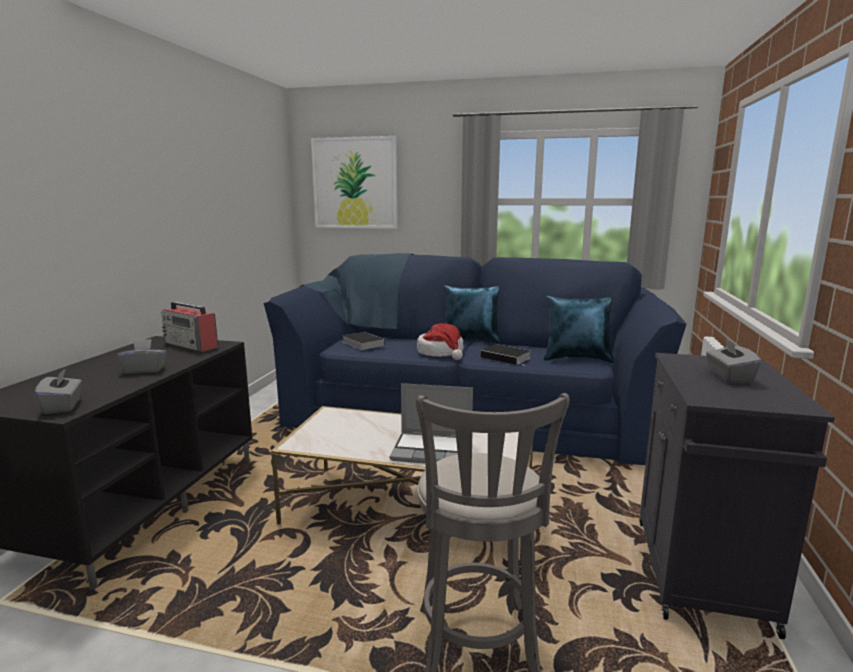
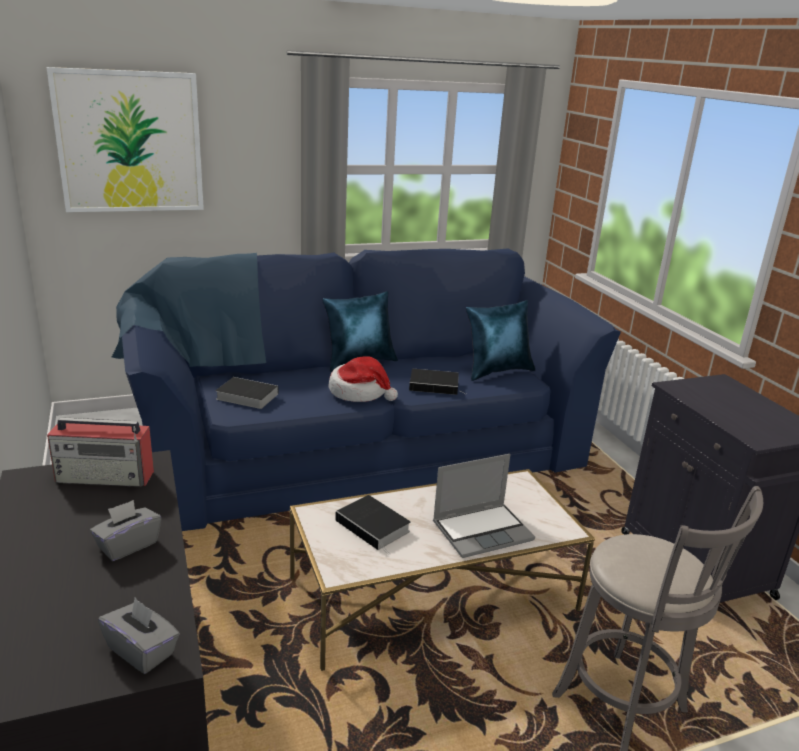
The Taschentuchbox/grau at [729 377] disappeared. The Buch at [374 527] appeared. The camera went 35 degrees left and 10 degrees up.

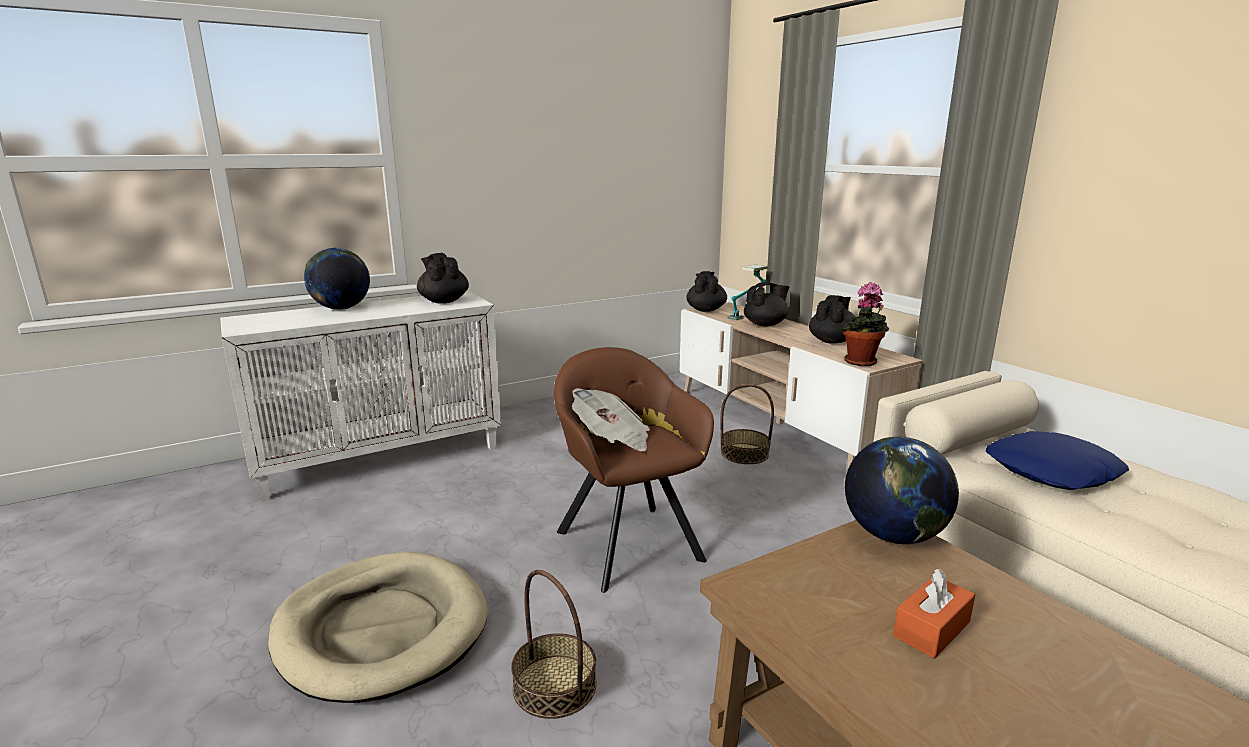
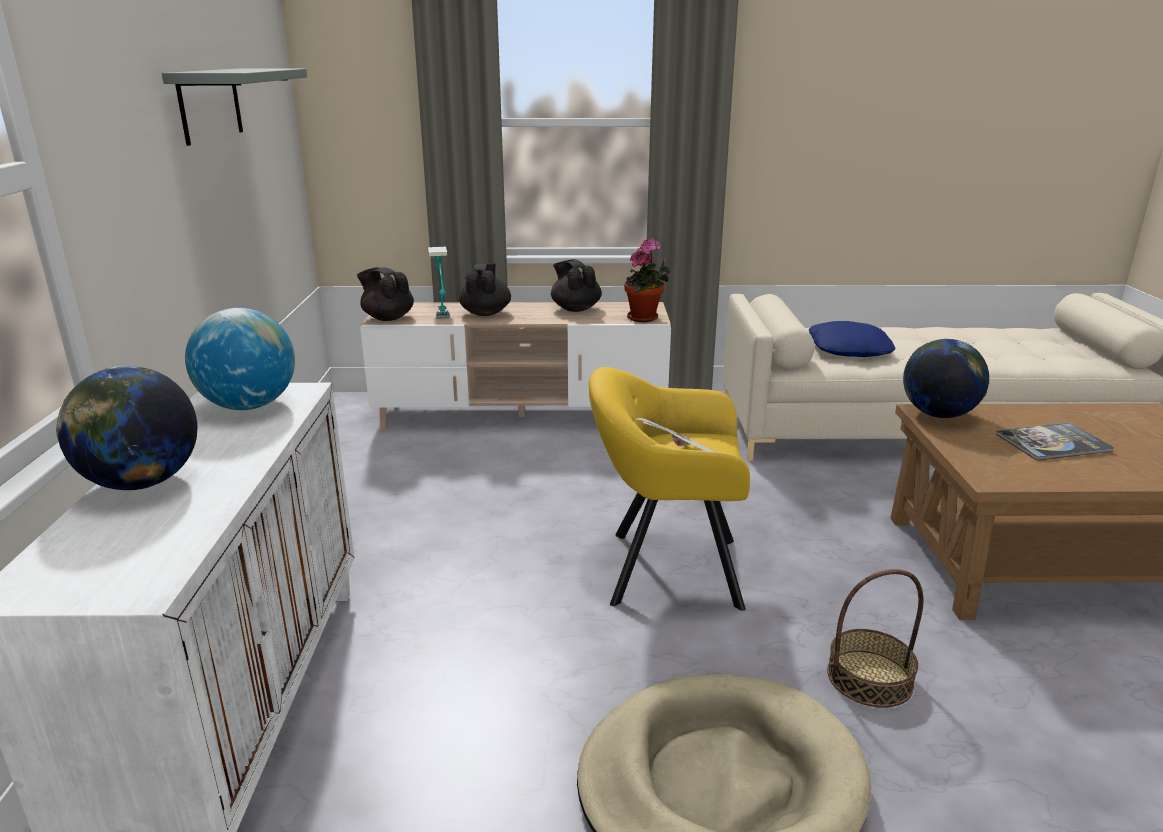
The Korb at [744 453] disappeared. The Wandregal/grau at [210 104] appeared. The Teekanne/schwarz at [443 301] was replaced by the Globus at [249 406]. The Taschentuchbox/orange at [931 629] was replaced by the Buch at [1053 443]. The Sessel/braun at [627 541] became the Sessel/gelb at [666 568]. The camera went 60 degrees left and 5 degrees up.

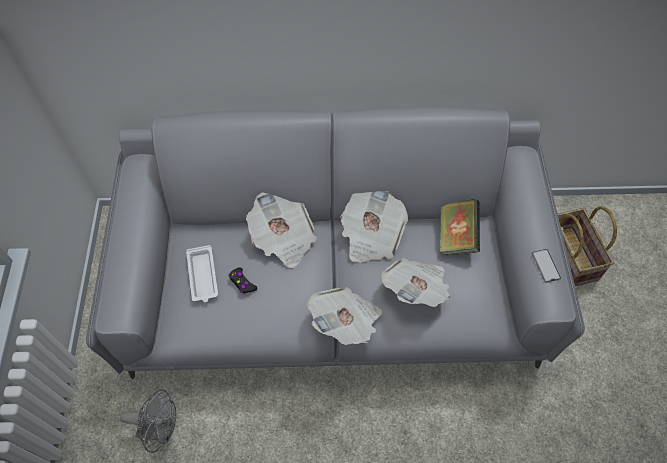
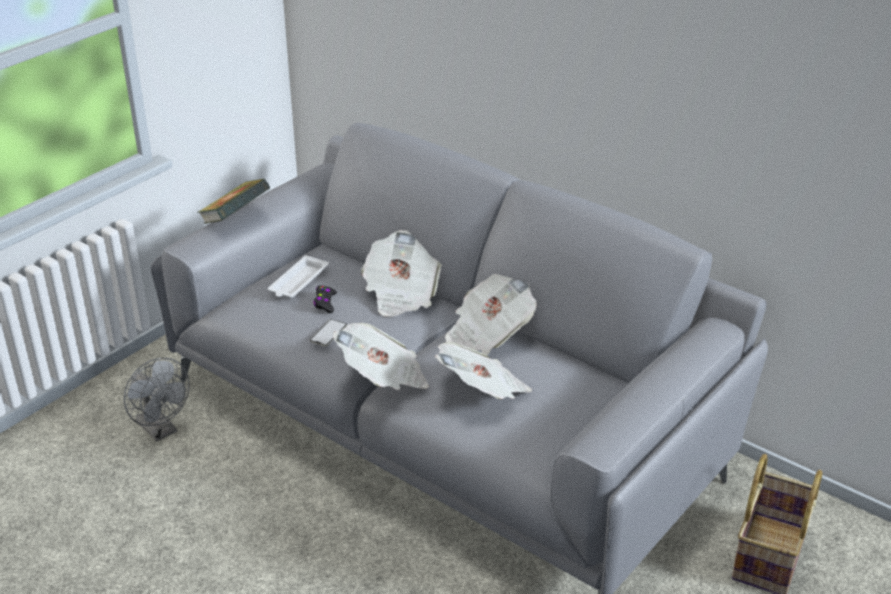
The Buch moved from [456 236] to [235 219]. The Handy moved from [545 265] to [328 333]. The camera went 40 degrees right and 25 degrees down.

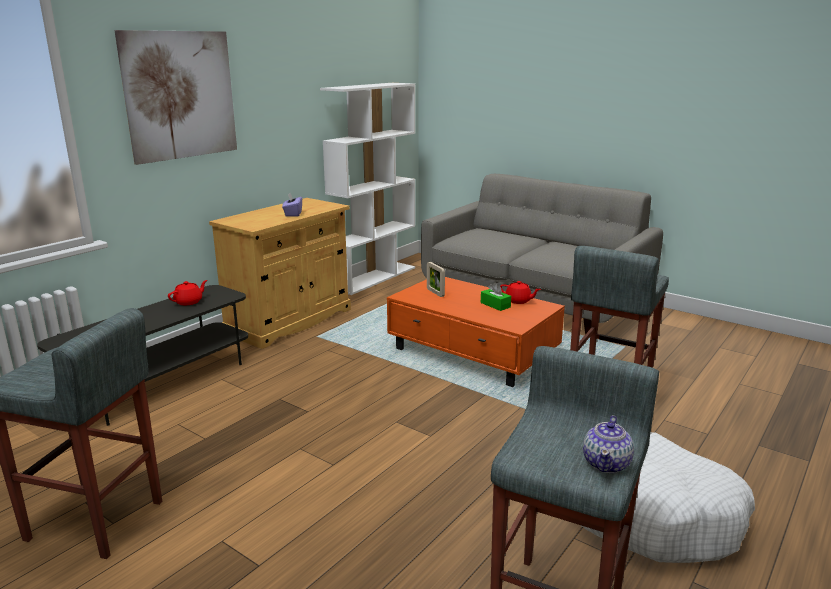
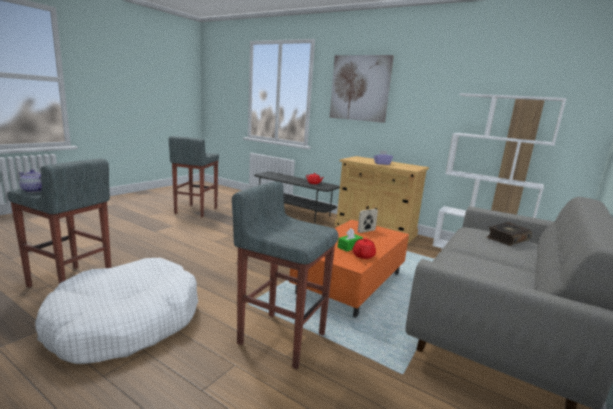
The Buch at [506 239] appeared. The camera went 85 degrees right and 5 degrees down.

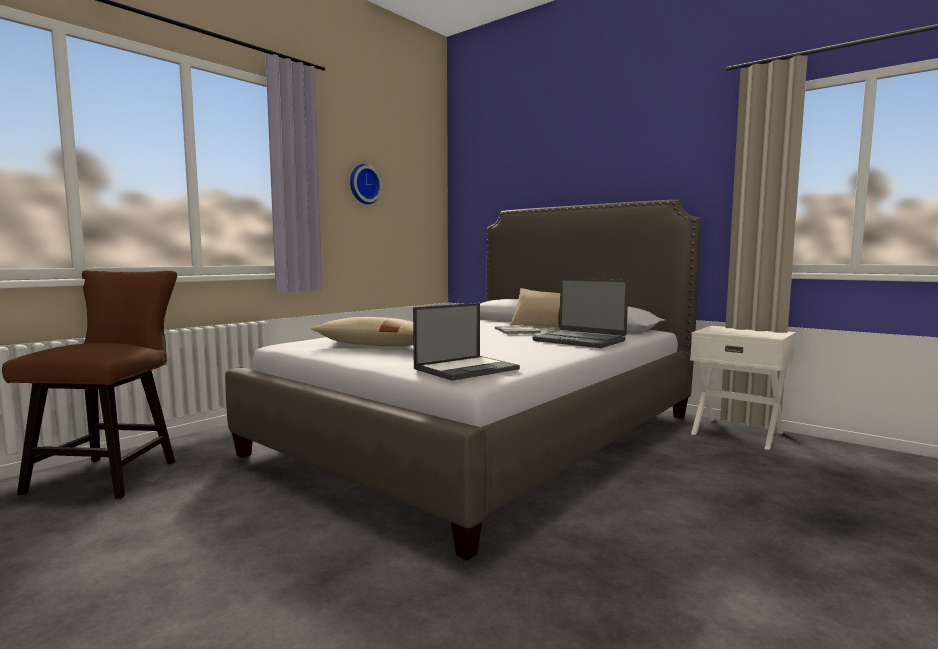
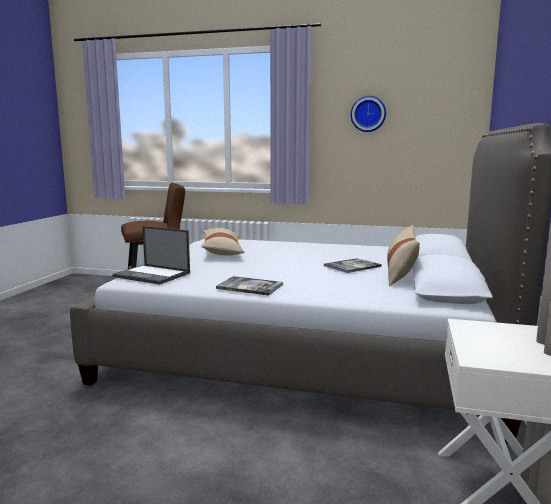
The Laptop at [579 341] disappeared. The Buch at [250 287] appeared. The camera went 65 degrees right and 5 degrees up.

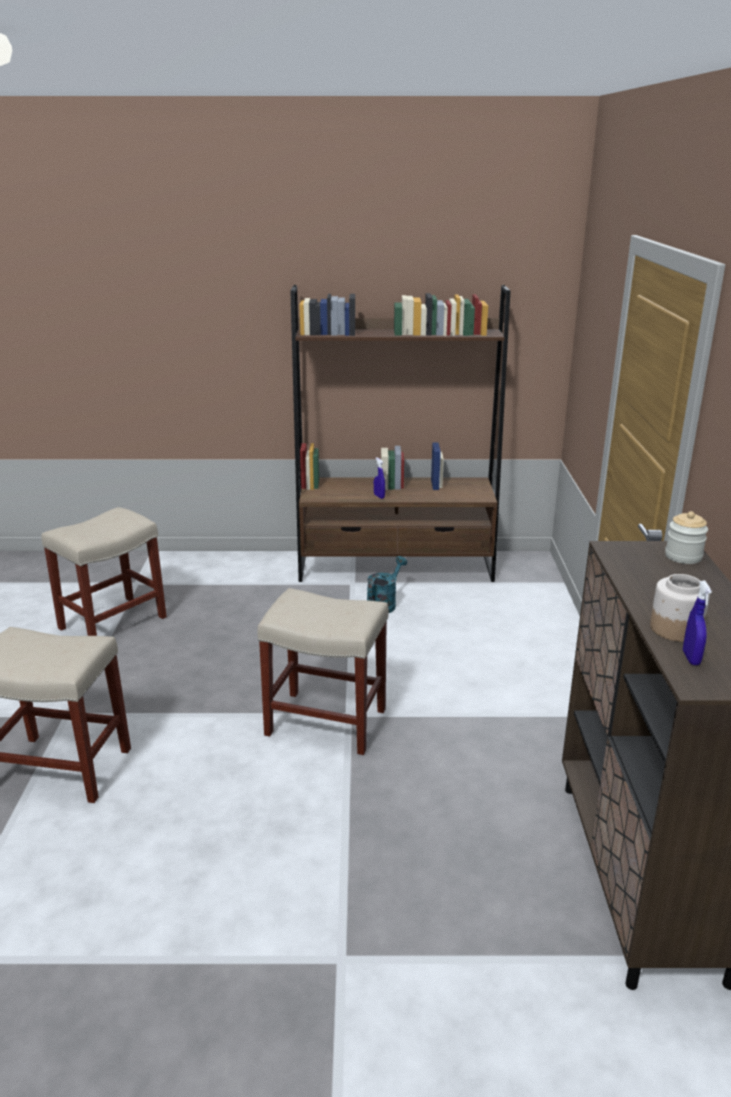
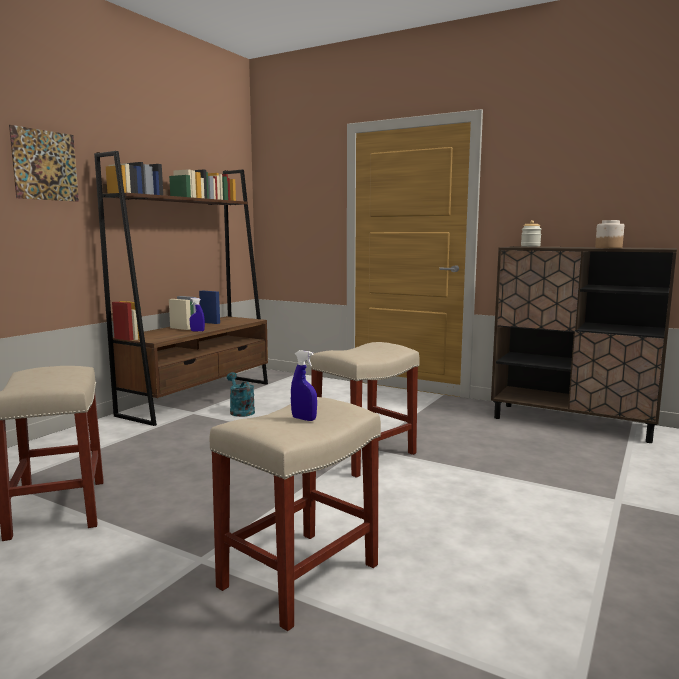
The Bild at [45 165] appeared. The Sprühflasche/blau moved from [691 658] to [304 419]. The camera went 60 degrees left and 15 degrees down.

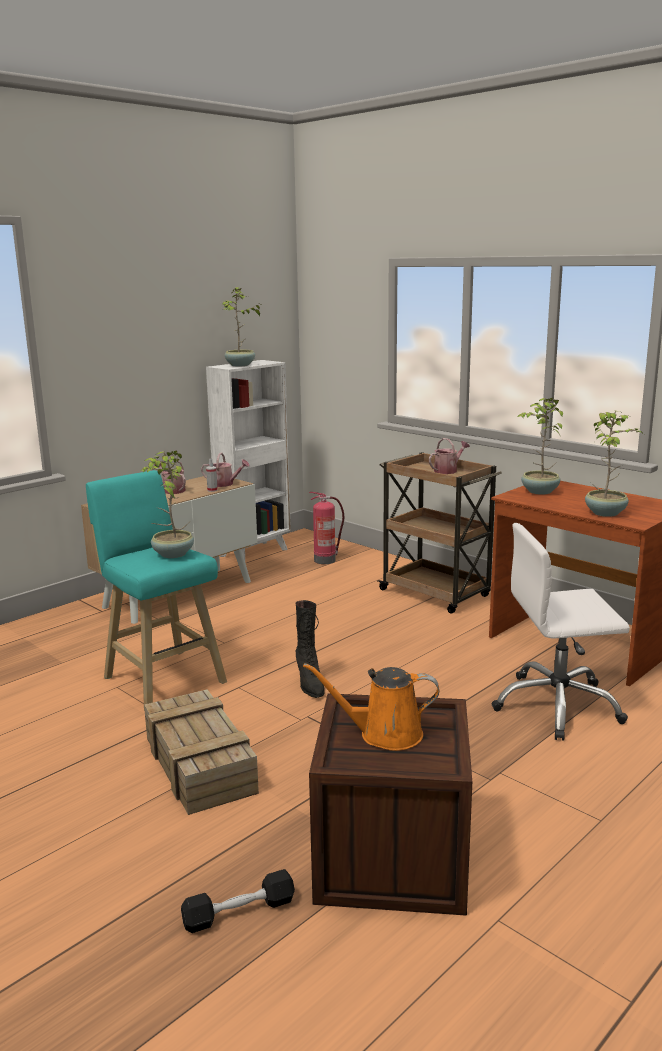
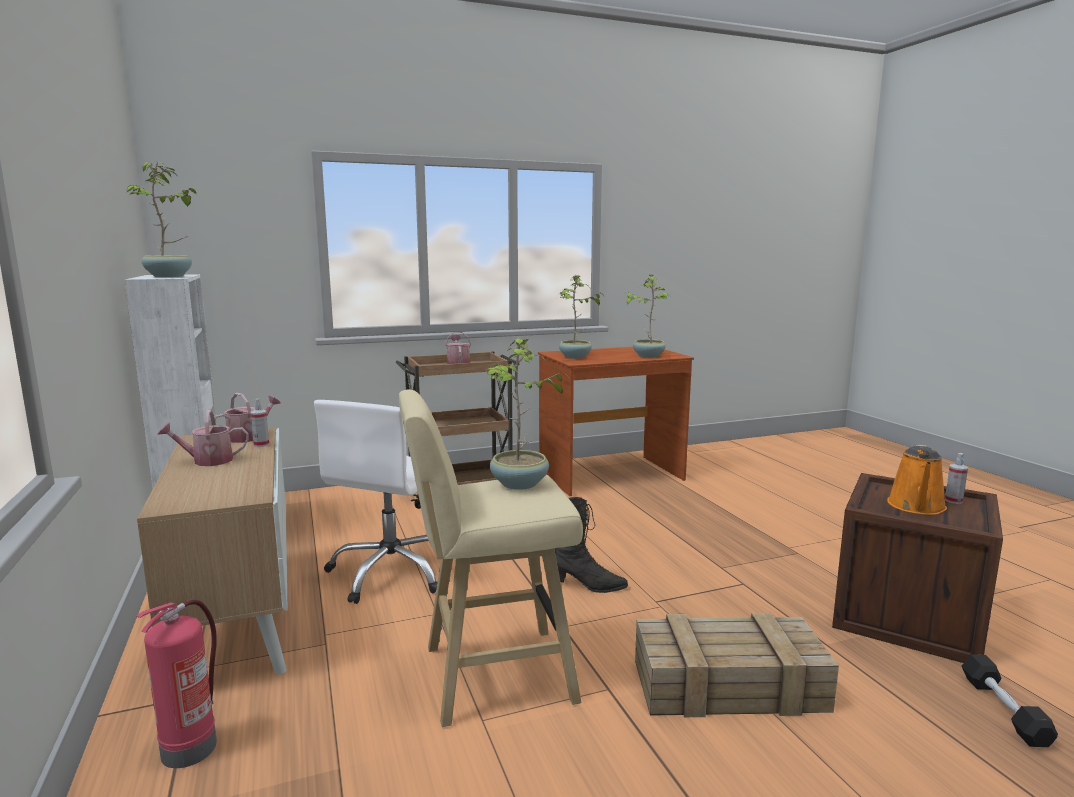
The Sprühflasche at [953 501] appeared. The Feuerlöscher moved from [326 560] to [190 747]. The Bürostuhl/weiß moved from [557 706] to [392 572]. The Hocker/türkis at [162 678] became the Hocker/beige at [490 675]. The camera went 65 degrees left and 5 degrees down.

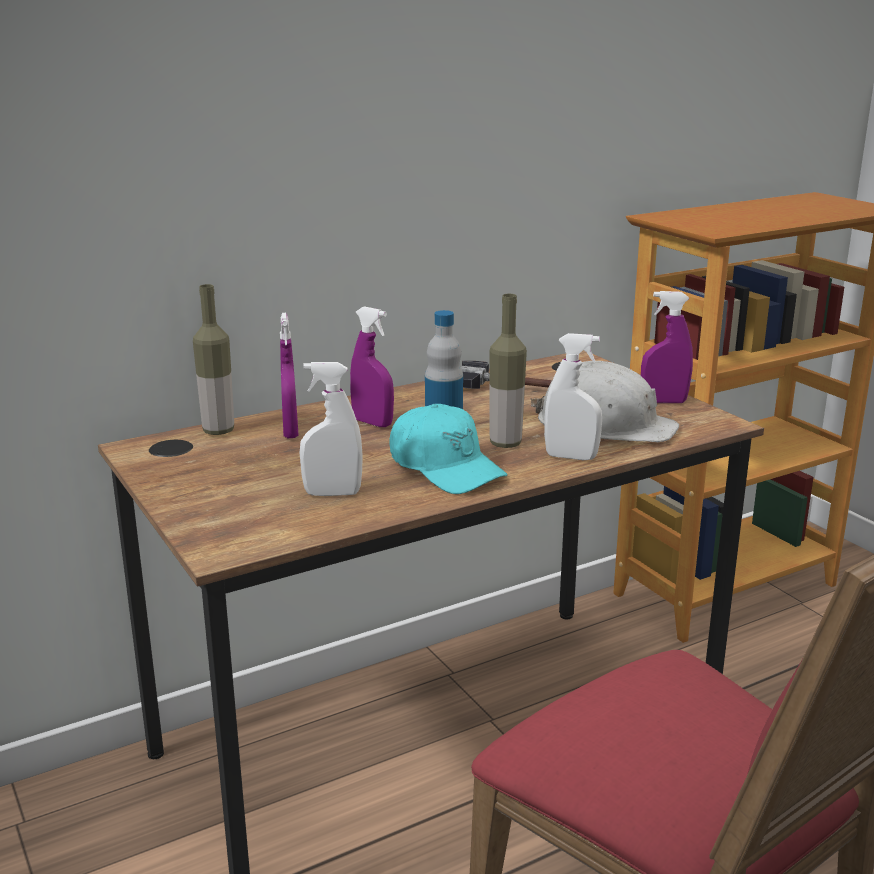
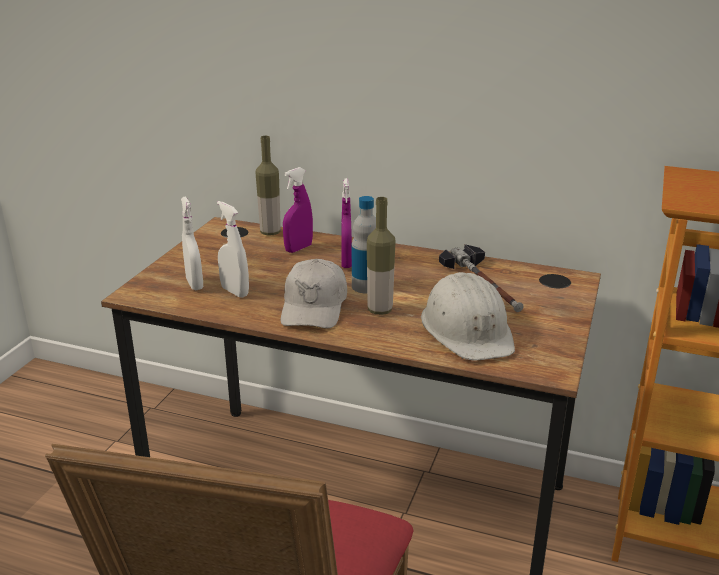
The Sprühflasche/lila at [663 401] disappeared. The Sprühflasche/weiß moved from [571 457] to [194 284]. The Kappe/türkis at [445 468] became the Kappe/weiß at [314 307]. The camera went 50 degrees right and 5 degrees up.

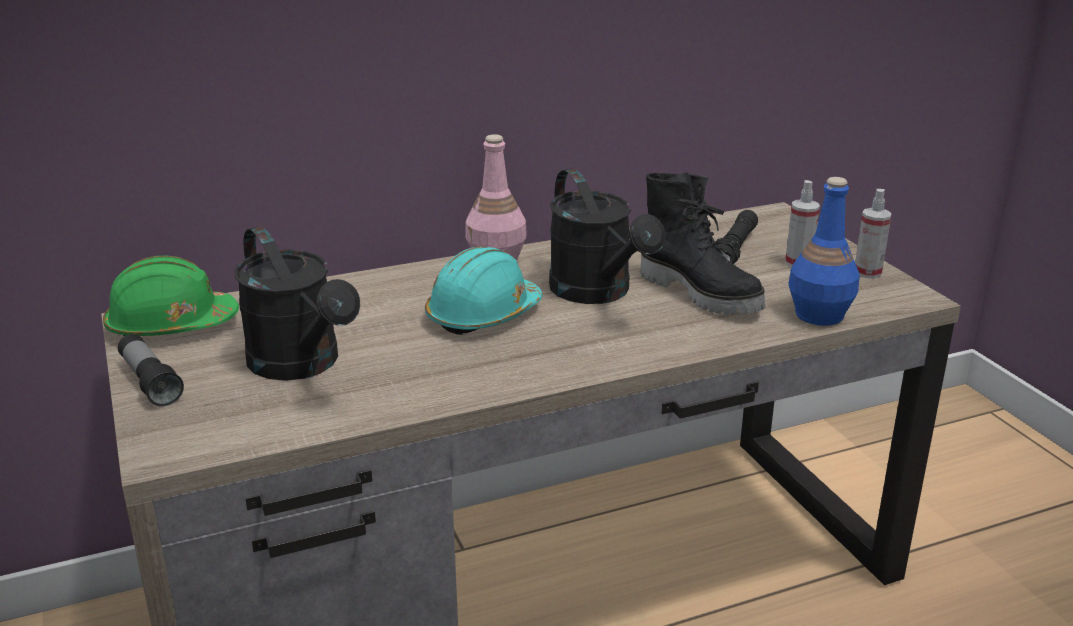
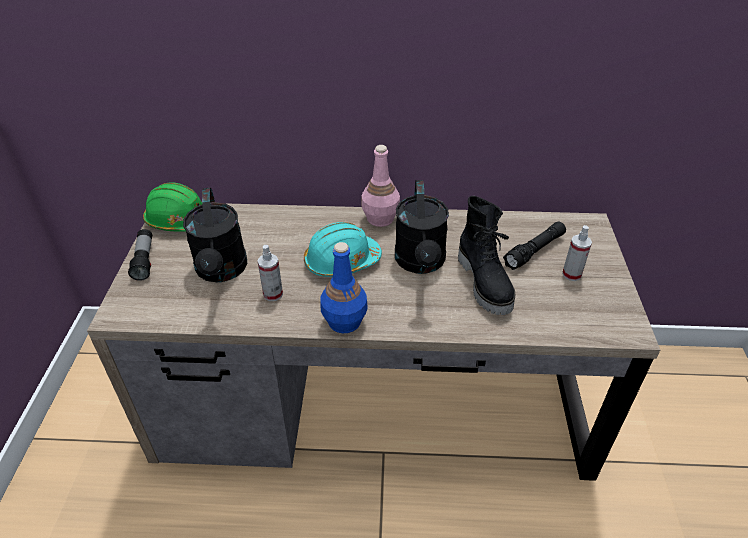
The Flasche/blau moved from [819 315] to [344 322]. The Sprühflasche moved from [867 272] to [273 294]. The camera went 25 degrees right and 15 degrees up.

